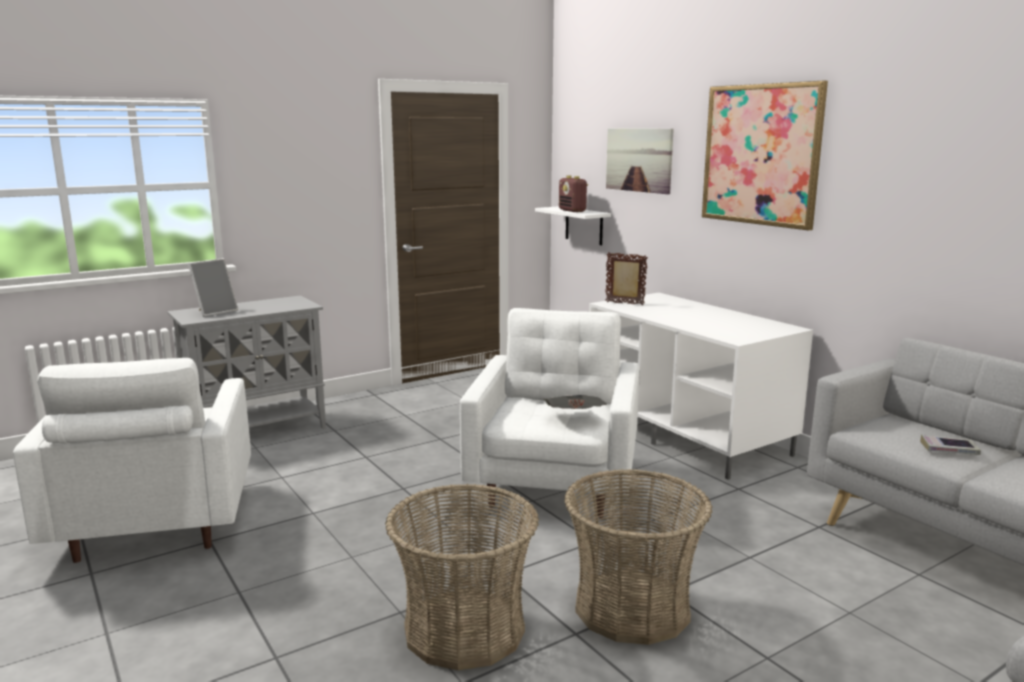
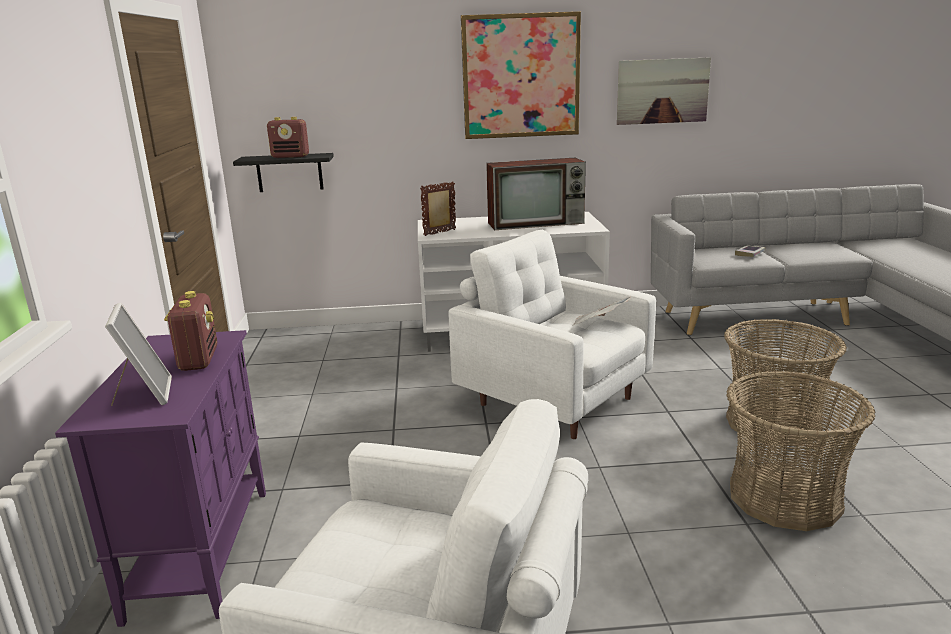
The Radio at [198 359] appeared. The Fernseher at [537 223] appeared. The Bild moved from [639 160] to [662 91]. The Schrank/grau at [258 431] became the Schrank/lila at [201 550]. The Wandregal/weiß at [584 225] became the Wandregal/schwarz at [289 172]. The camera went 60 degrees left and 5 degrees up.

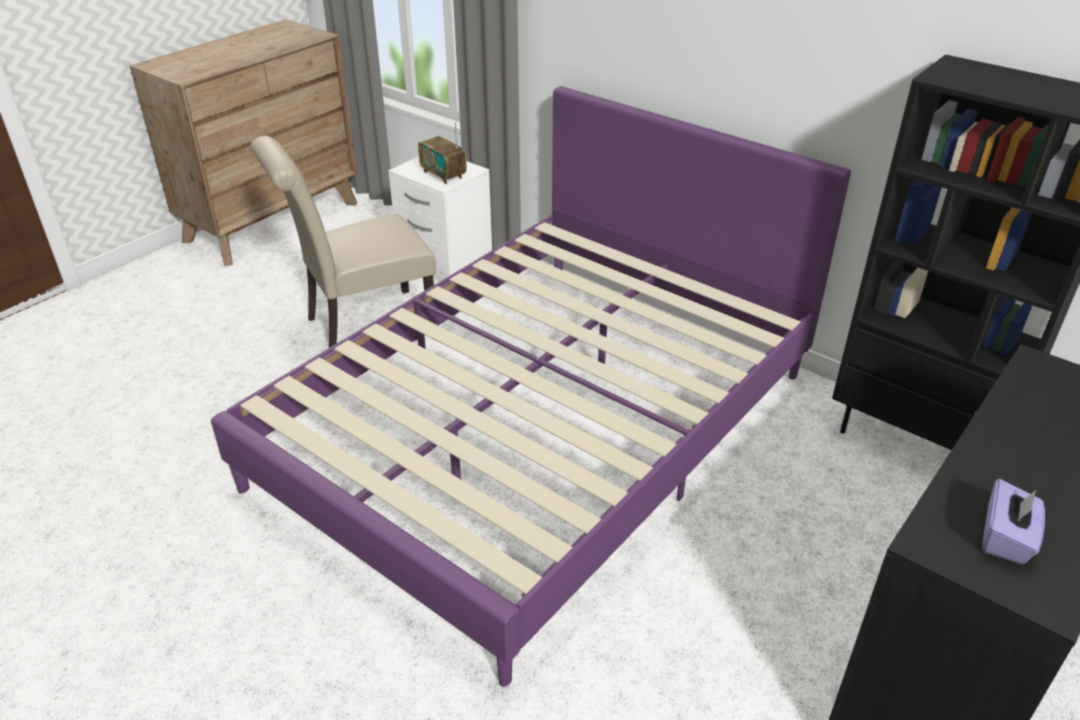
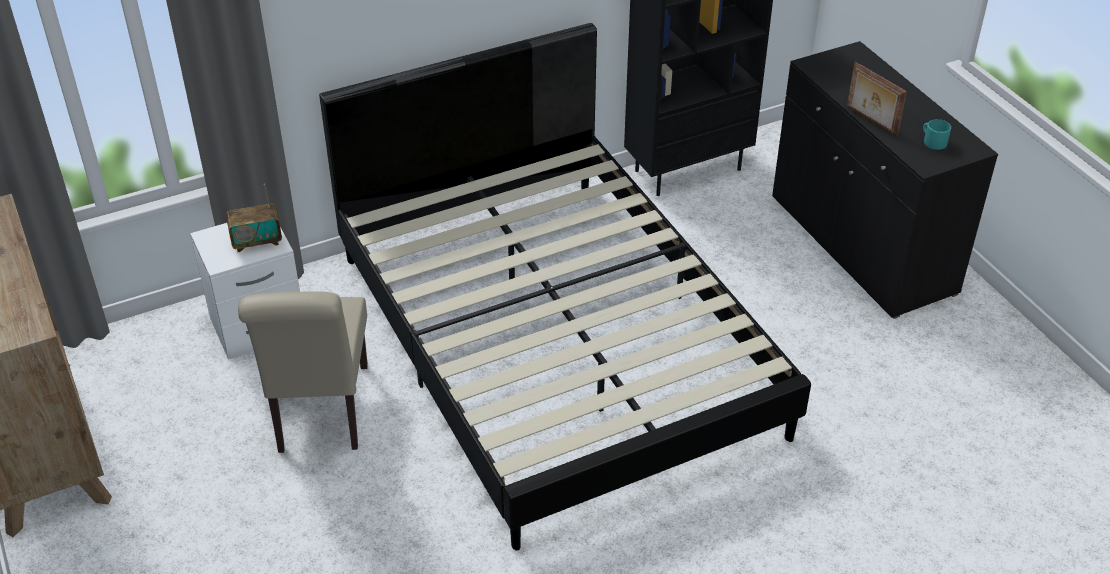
The Bilderrahmen at [870 121] appeared. The Taschentuchbox/lila at [1006 538] was replaced by the Henkelbecher/türkis at [933 141]. The Bett/lila at [541 428] became the Bett/schwarz at [555 342]. The camera went 65 degrees left and 5 degrees up.

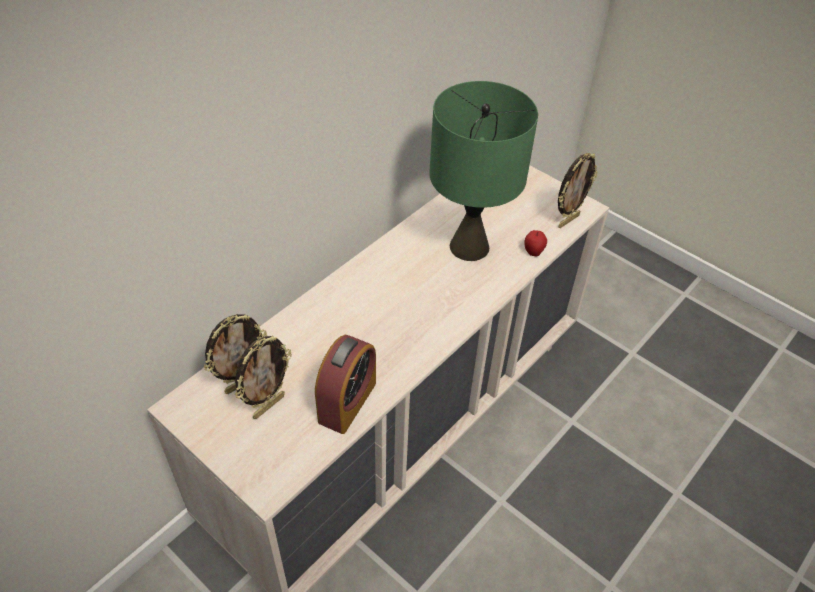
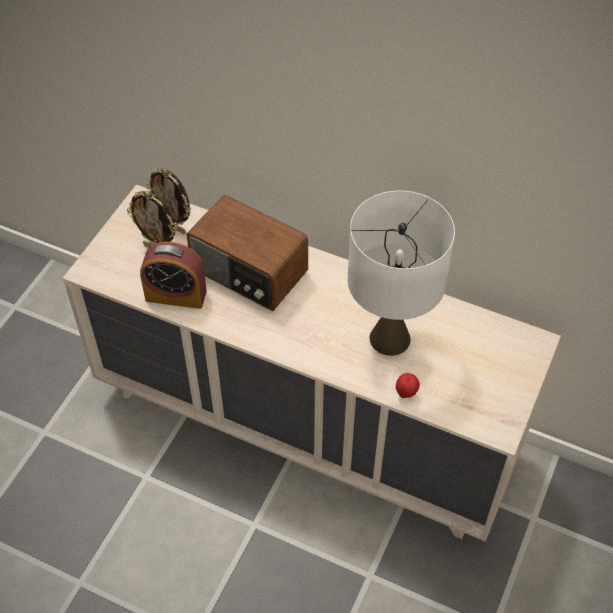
The Bilderrahmen at [568 220] disappeared. The Radio at [249 272] appeared. The Tischlampe/grün at [469 247] became the Tischlampe/weiß at [389 339]. The camera went 75 degrees right and 5 degrees up.

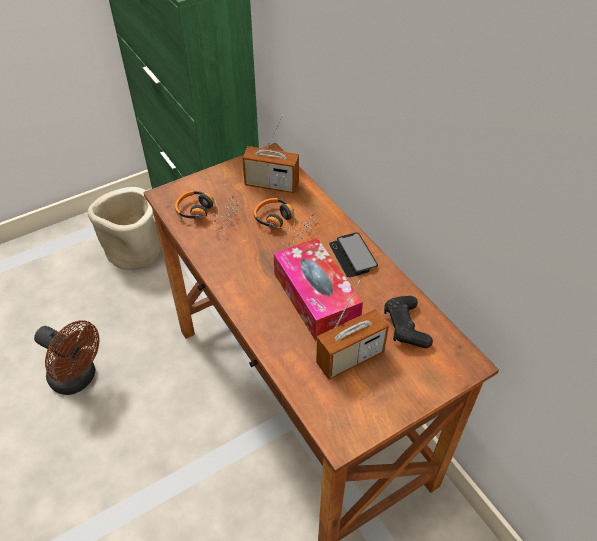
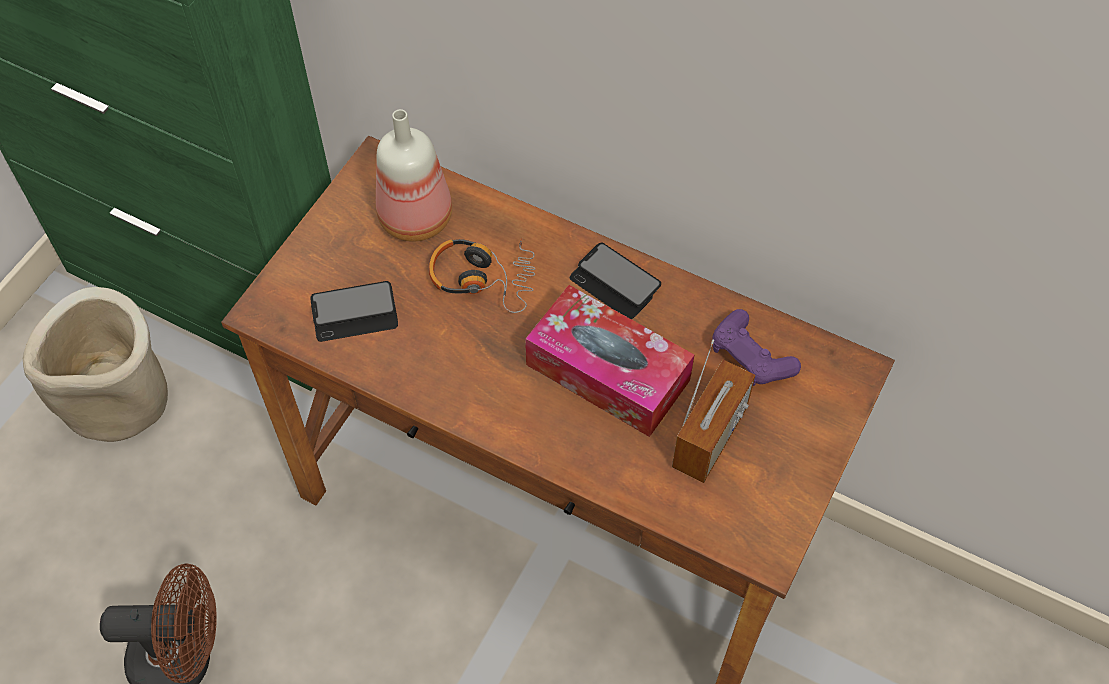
The Kopfhörer at [207 214] was replaced by the Handy at [354 313]. The Radio at [271 184] was replaced by the Flasche at [417 216]. The Gamepad/schwarz at [405 327] became the Gamepad/lila at [750 357]. The camera went 30 degrees left and 10 degrees up.

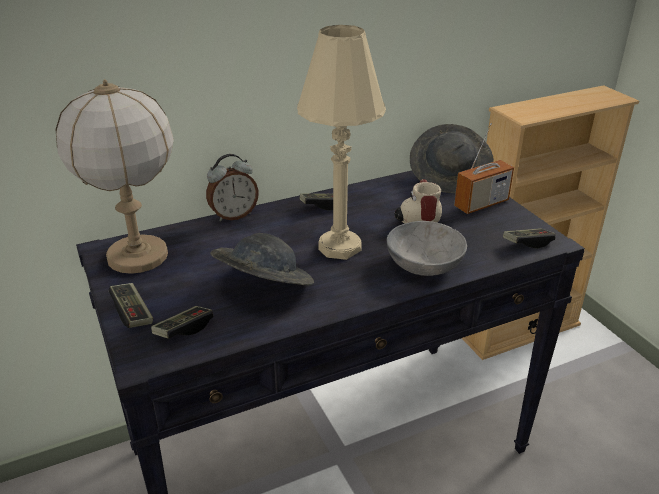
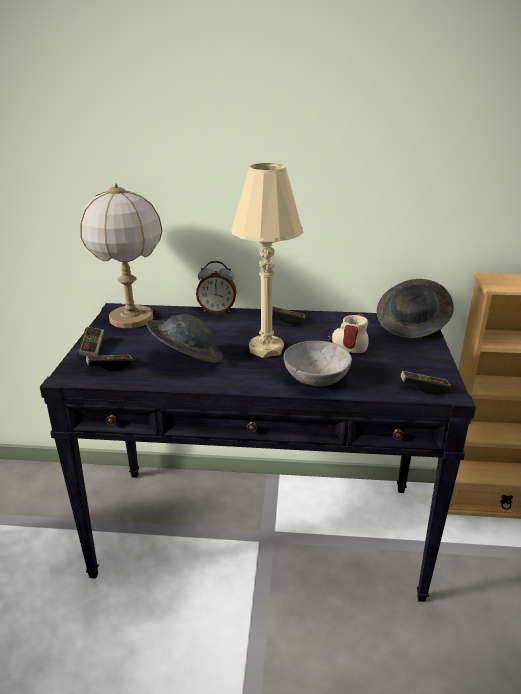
The Radio at [481 204] disappeared. The camera went 30 degrees right and 5 degrees down.

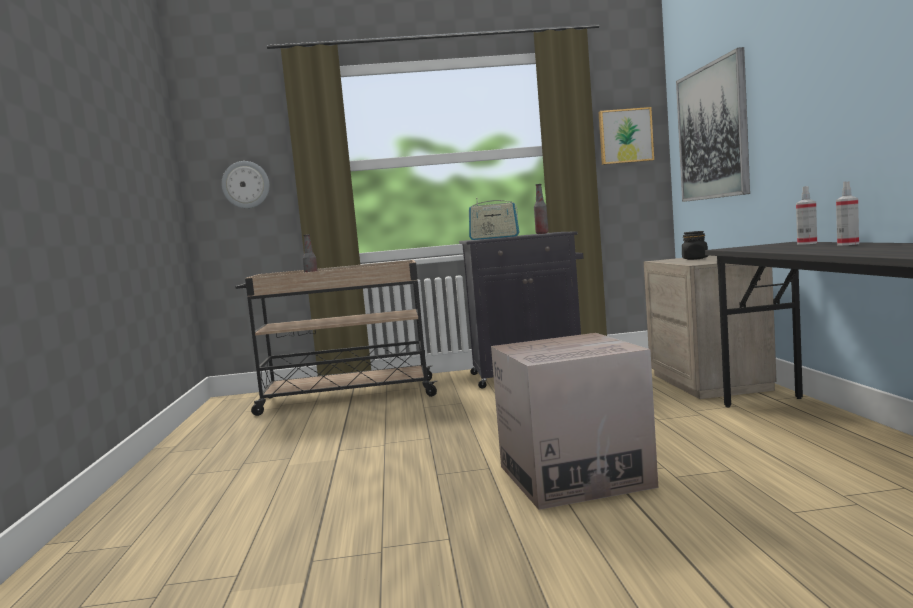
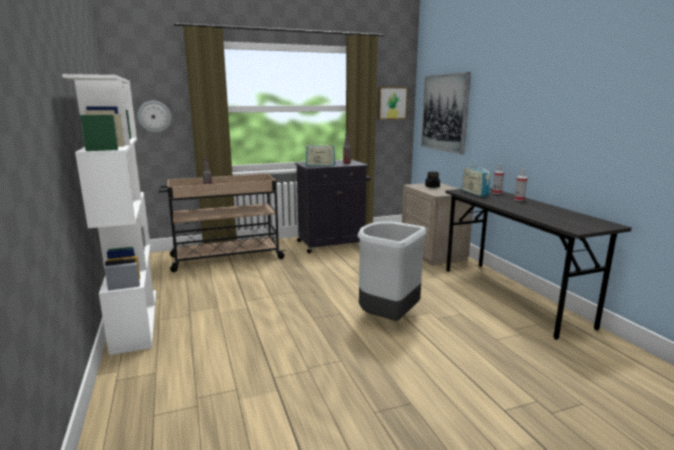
The Bücherregal/weiß at [135 319] appeared. The Radio at [474 193] appeared. The Karton at [574 476] was replaced by the Mülleimer/grau at [388 319]. The camera went 15 degrees left and 10 degrees up.

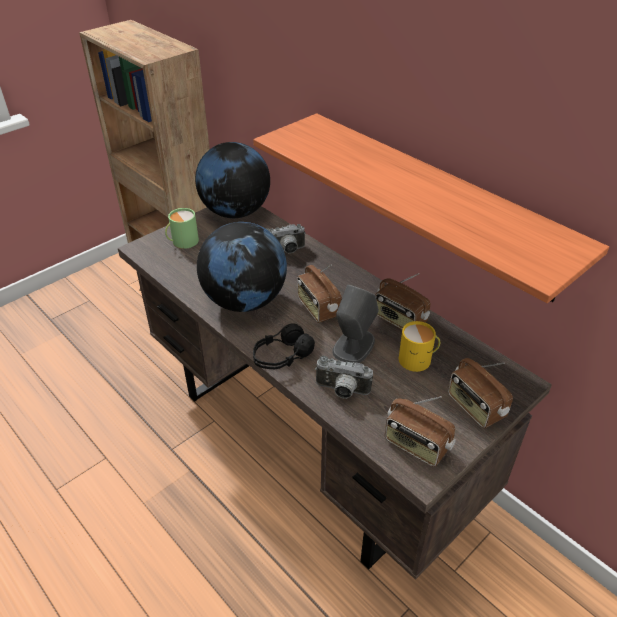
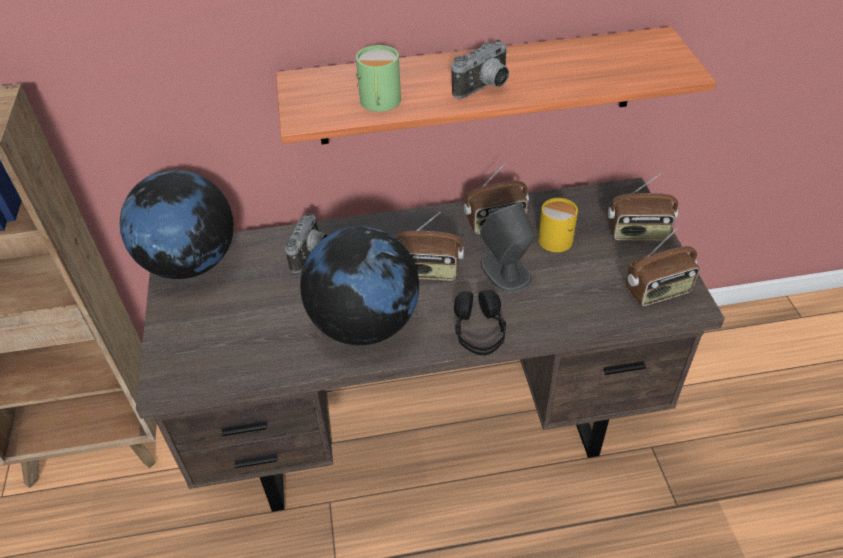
The Henkelbecher/grün moved from [182 241] to [379 102]. The Kamera moved from [341 391] to [485 88]. The camera went 55 degrees left and 5 degrees up.

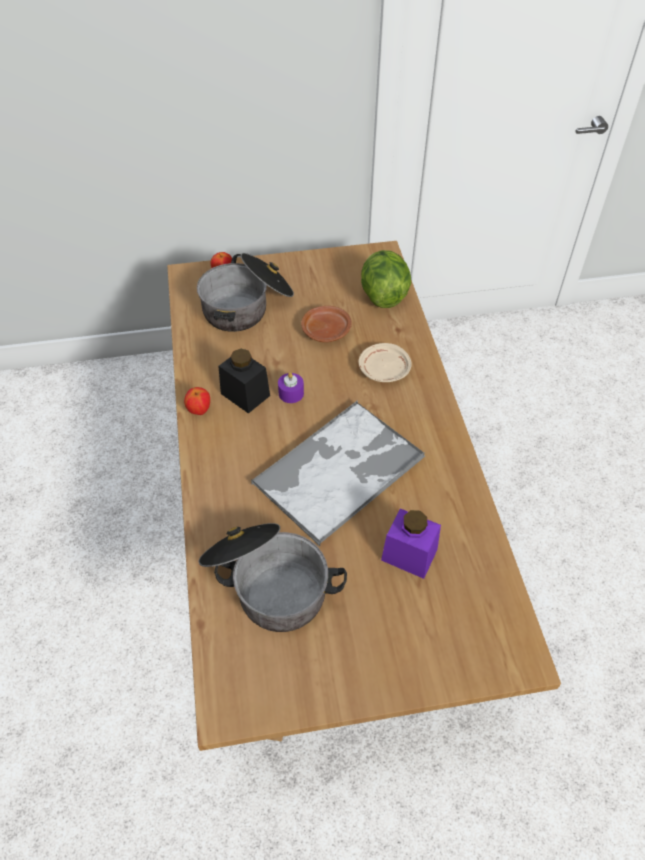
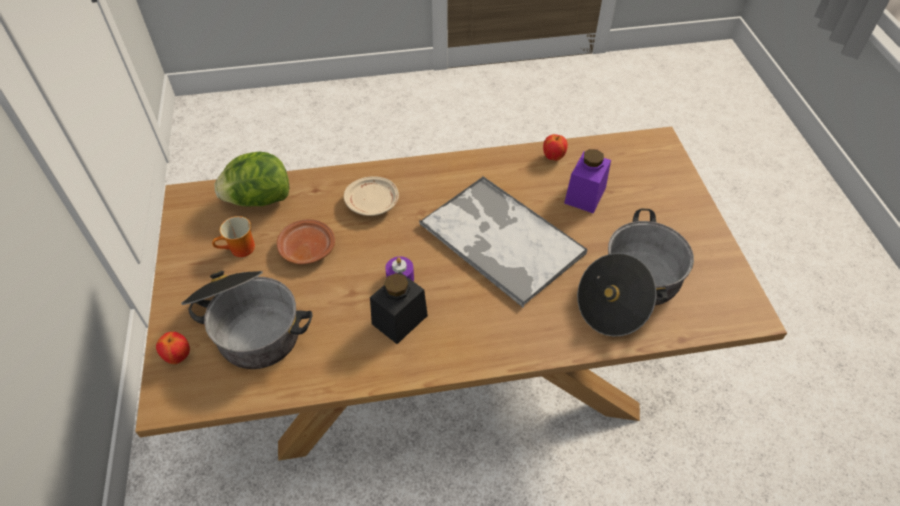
The Henkelbecher at [240 250] appeared. The Apfel moved from [199 410] to [553 157]. The camera went 90 degrees left and 0 degrees up.

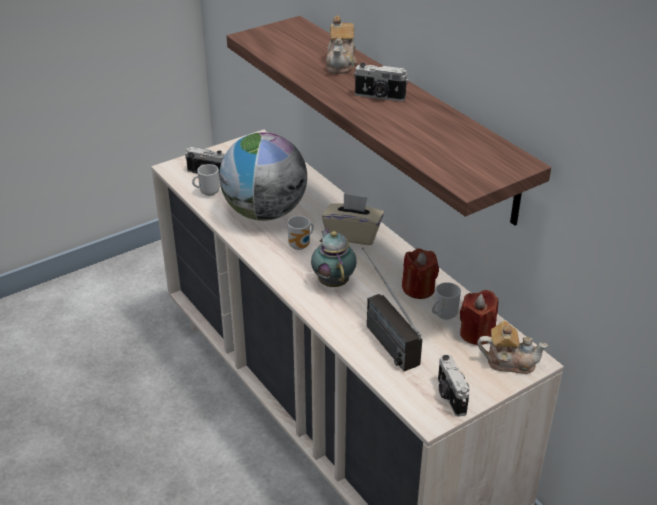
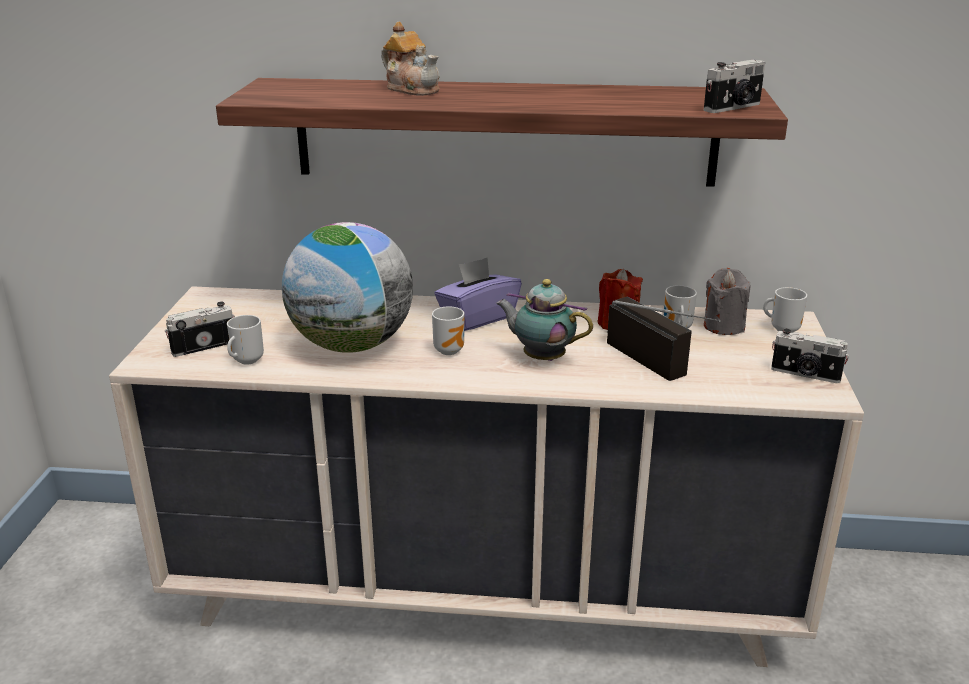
The Kamera moved from [379 96] to [734 107]. The Teekanne at [509 361] was replaced by the Henkelbecher at [782 329]. The Taschentuchbox/beige at [353 235] became the Taschentuchbox/lila at [477 318]. The Kerze/rot at [476 334] became the Kerze/grau at [724 326]. The Radio at [380 334] turned 135 degrees counterclockwise. The camera went 50 degrees left and 10 degrees down.

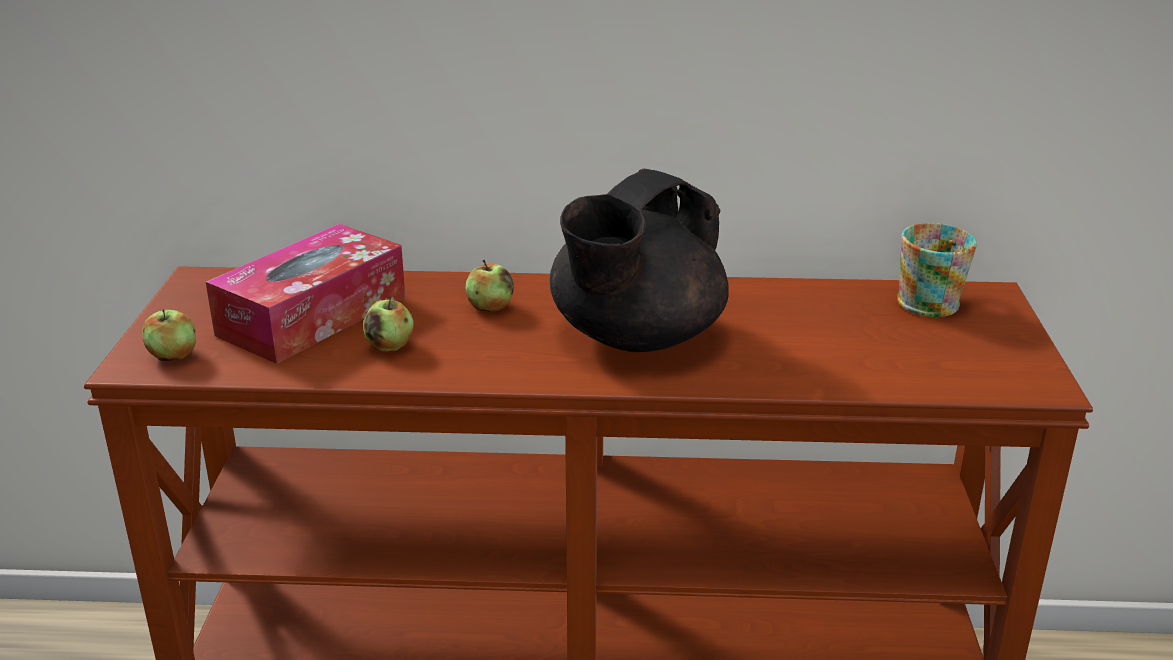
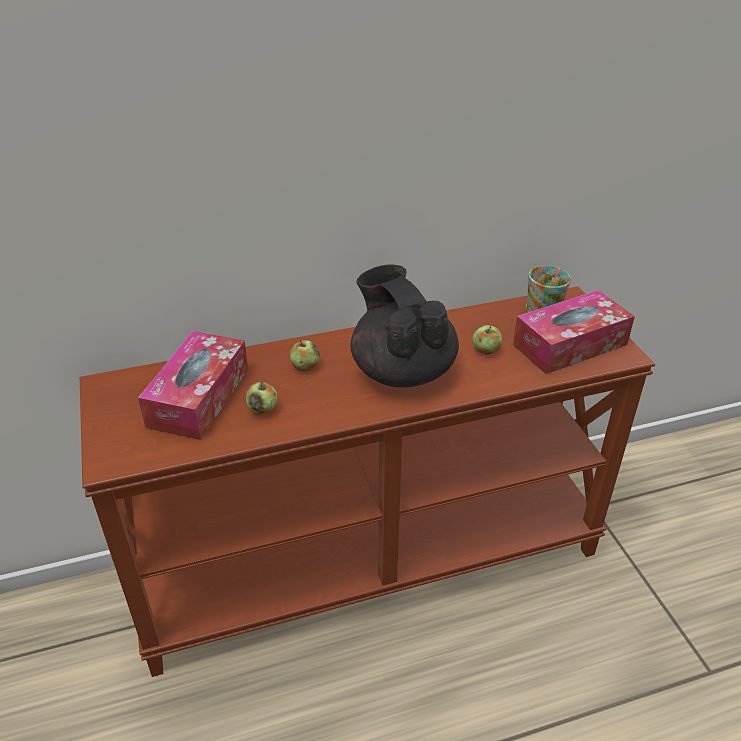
The Taschentuchbox at [570 344] appeared. The Apfel moved from [173 356] to [485 350]. The Teekanne/schwarz at [635 337] turned 135 degrees clockwise. The camera went 20 degrees left and 10 degrees up.

